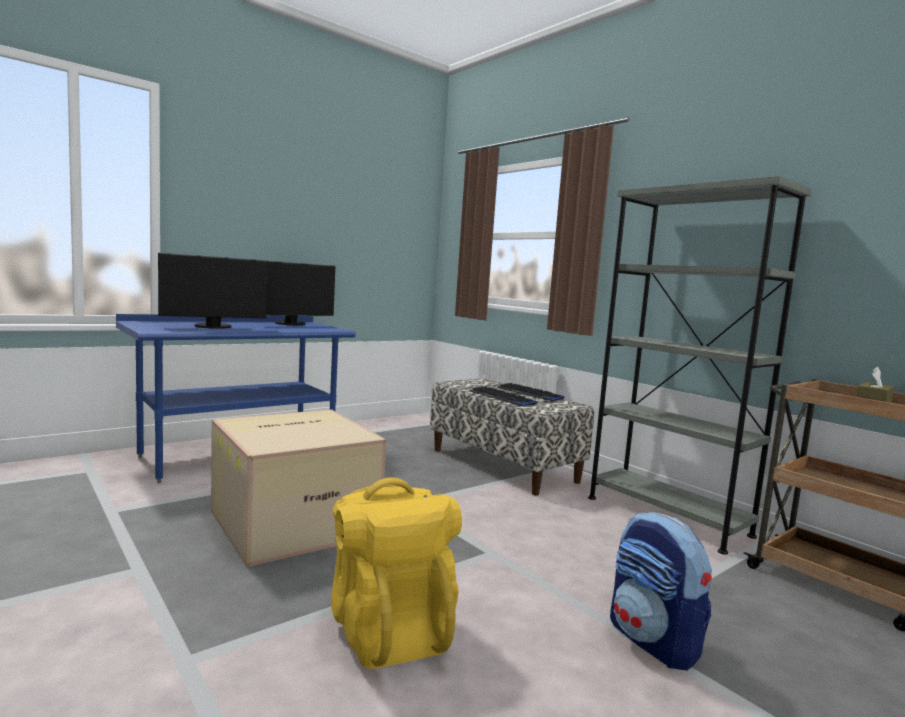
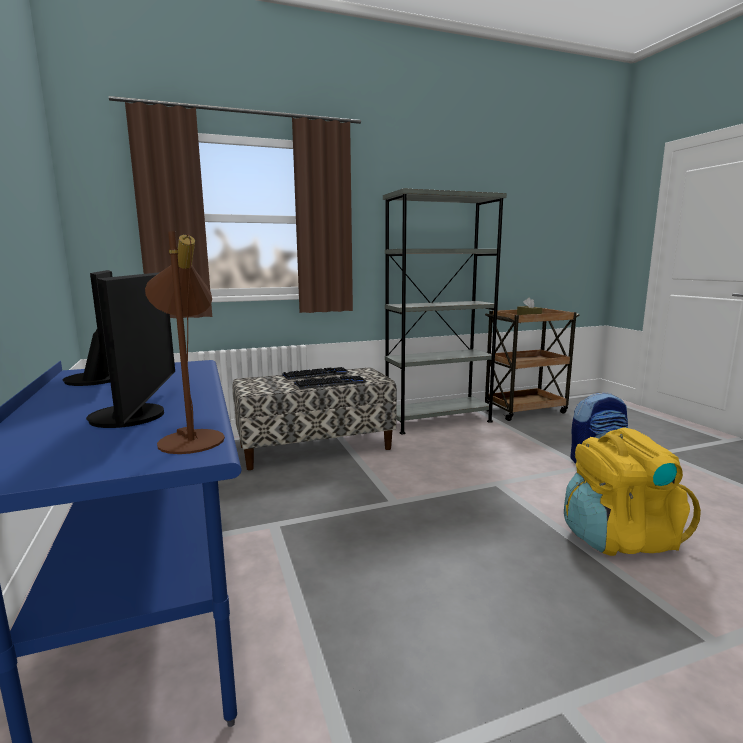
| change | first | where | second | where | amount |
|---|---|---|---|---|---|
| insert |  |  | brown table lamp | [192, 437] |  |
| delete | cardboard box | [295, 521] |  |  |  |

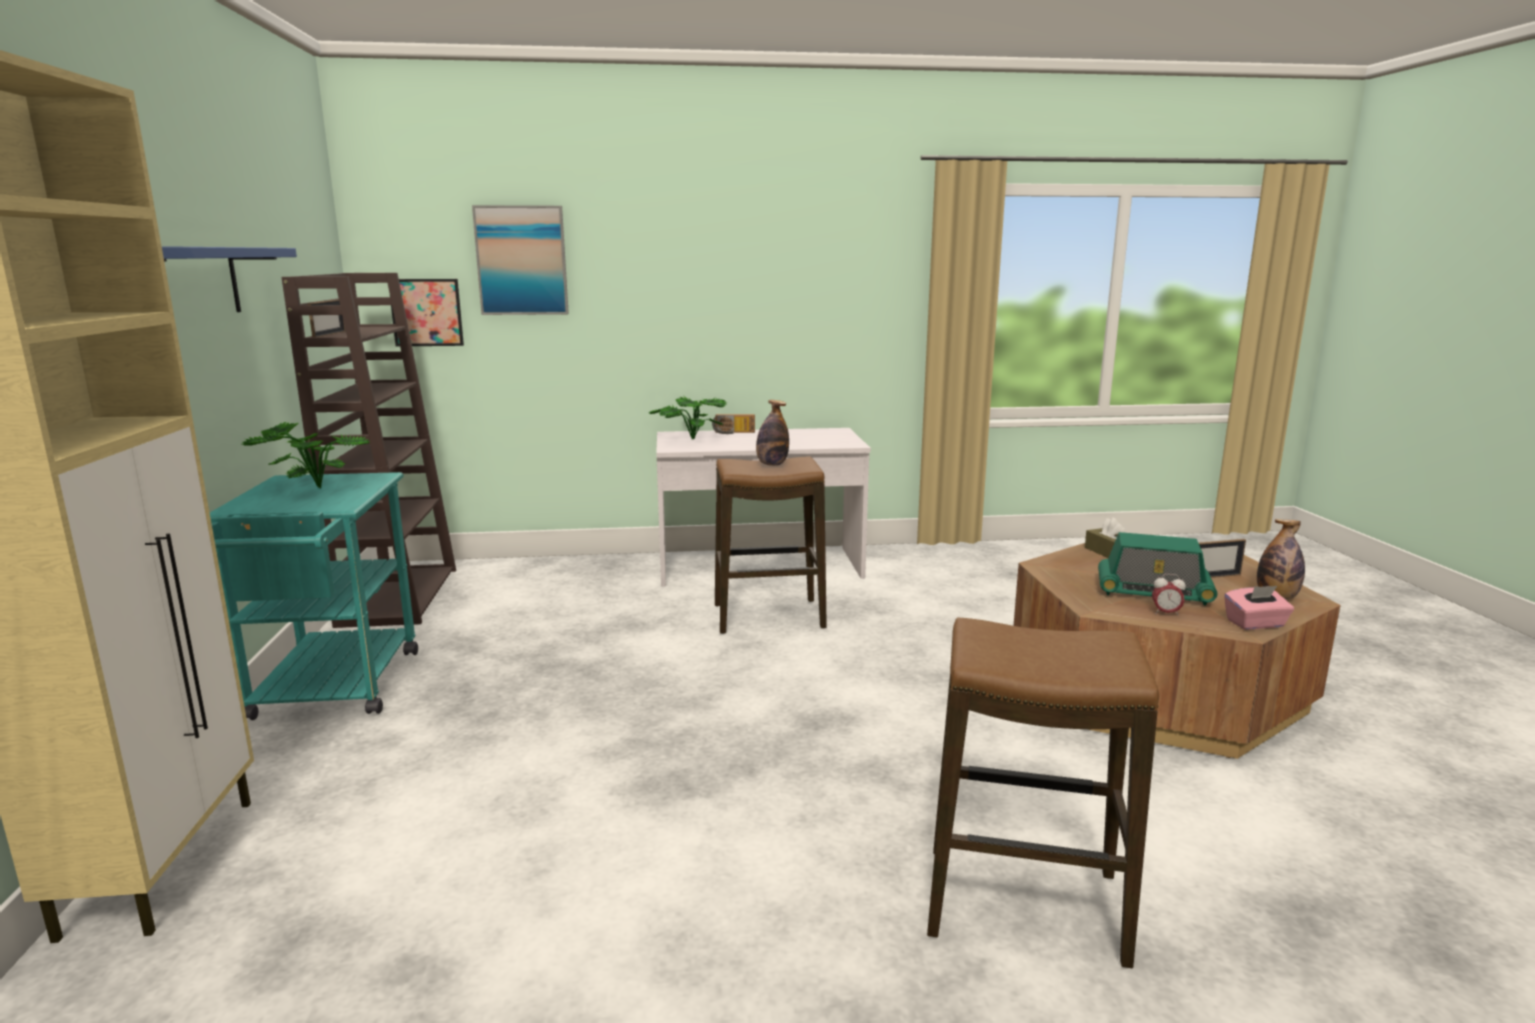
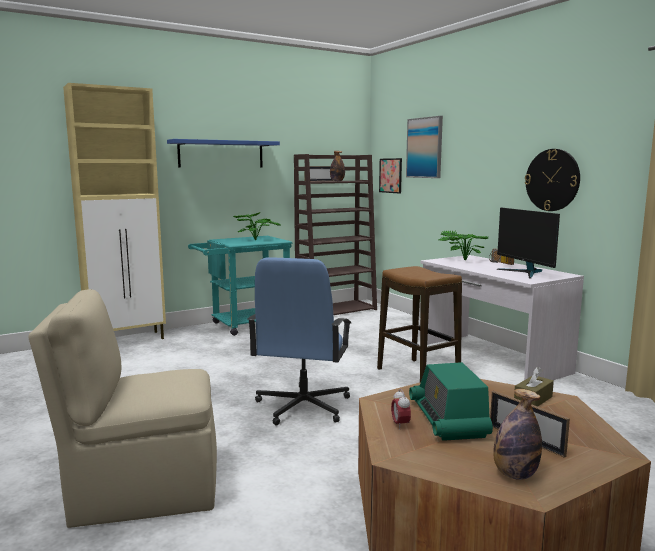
| change | first | where | second | where | amount |
|---|---|---|---|---|---|
| replace | stool | [1023, 905] | beige chair | [142, 490] |  |
| insert |  |  | blue office chair | [302, 406] |  |
| move | bottle | [772, 464] |  | [337, 181] |  |
| insert |  |  | monitor | [525, 272] |  |
| insert |  |  | wall clock | [552, 180] |  |
| delete | pink tissue box | [1255, 624] |  |  |  |

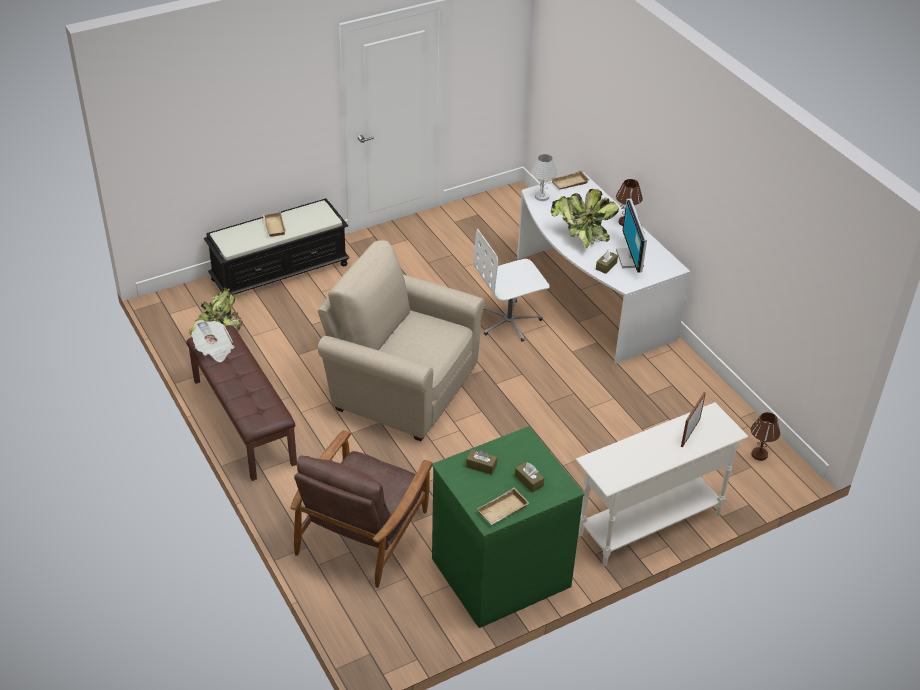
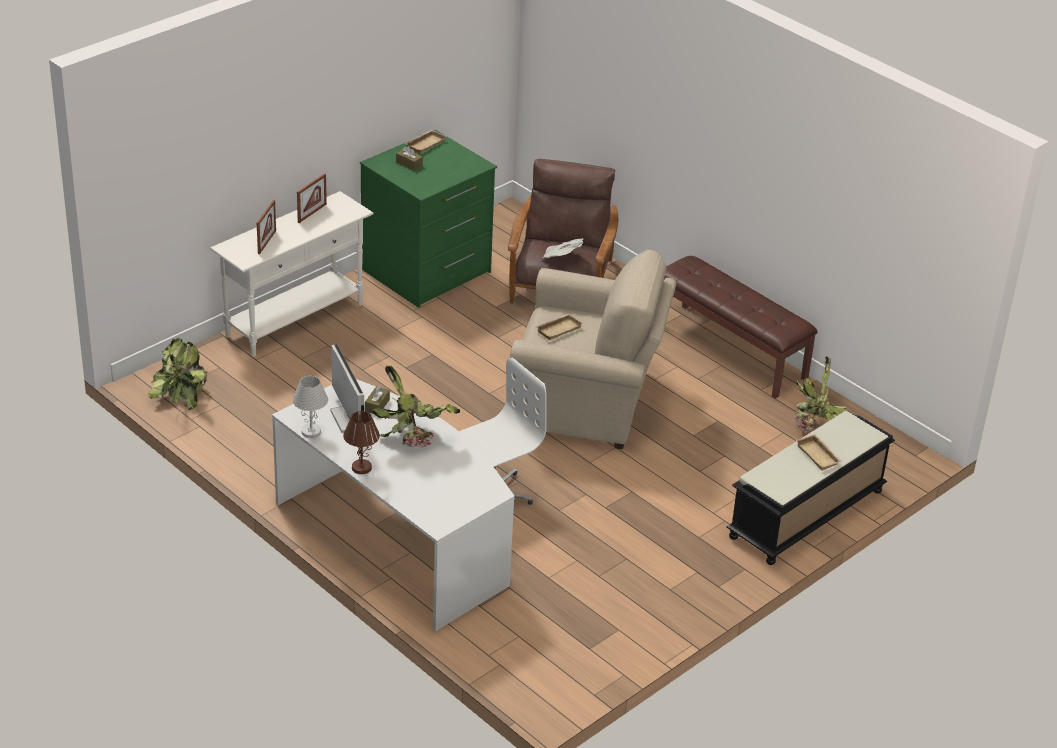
| change | first | where | second | where | amount |
|---|---|---|---|---|---|
| replace | brown table lamp | [759, 454] | potted plant | [180, 393] |  |
| move | white table lamp | [542, 196] |  | [311, 432] |  |
| insert |  |  | picture frame | [312, 213] |  |
| move | beige tray | [569, 183] |  | [558, 329] |  |
| move | newspaper | [214, 349] |  | [561, 257] |  |
| delete | brown tissue box | [481, 466] |  |  |  |

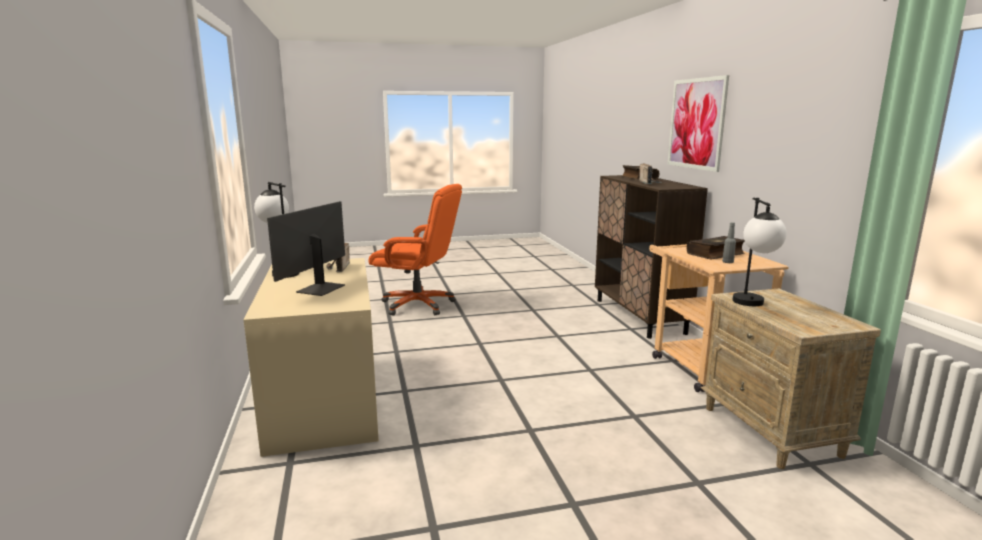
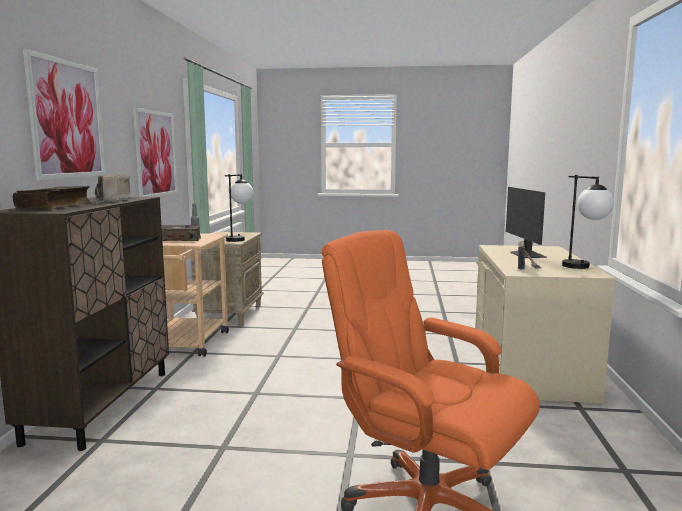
| change | first | where | second | where | amount |
|---|---|---|---|---|---|
| insert |  |  | picture | [155, 154] |  |
| rotate | monitor | [319, 288] |  | [526, 255] | 135 degrees clockwise |

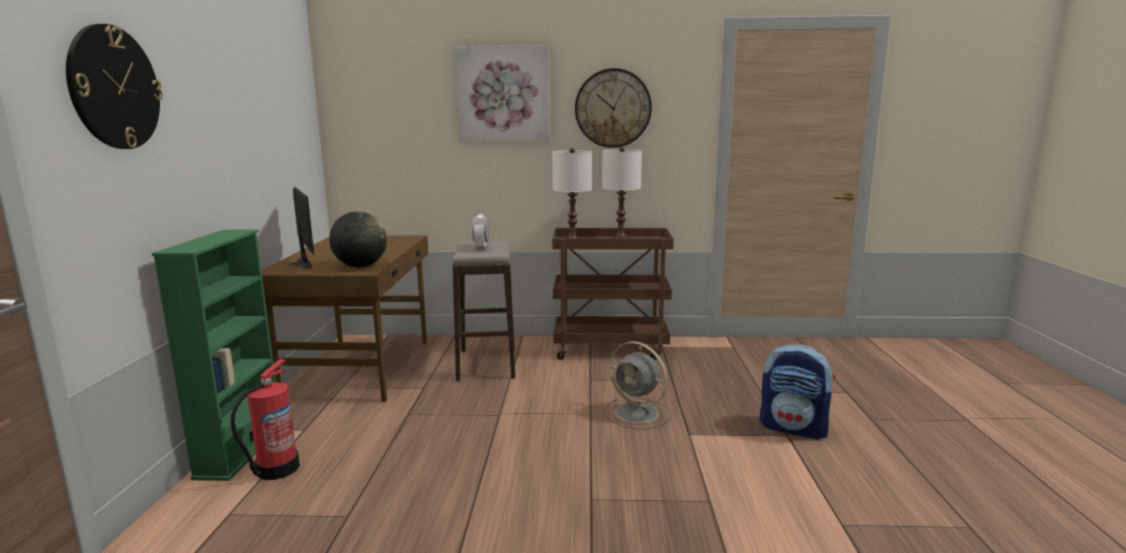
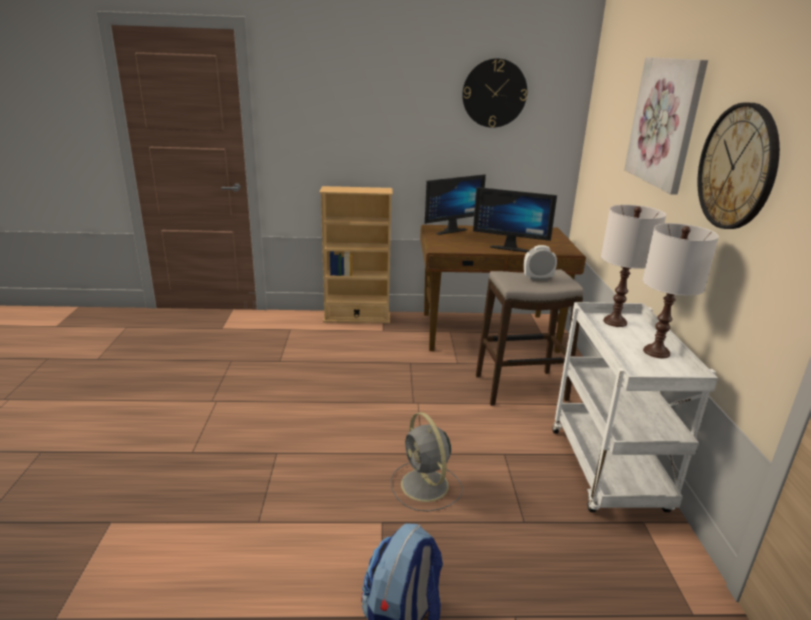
| change | first | where | second | where | amount |
|---|---|---|---|---|---|
| recolor | green bookcase | [240, 450] | beige bookcase | [357, 318] |  |
| rotate | grey fan | [638, 414] |  | [425, 486] | 60 degrees counterclockwise |
| move | wall clock | [114, 88] |  | [494, 93] |  |
| insert |  |  | monitor | [510, 247] |  |
| recolor | brown cart | [611, 348] | white cart | [609, 472] |  |
| delete | fire extinguisher | [276, 469] |  |  |  |
| delete | globe | [361, 266] |  |  |  |

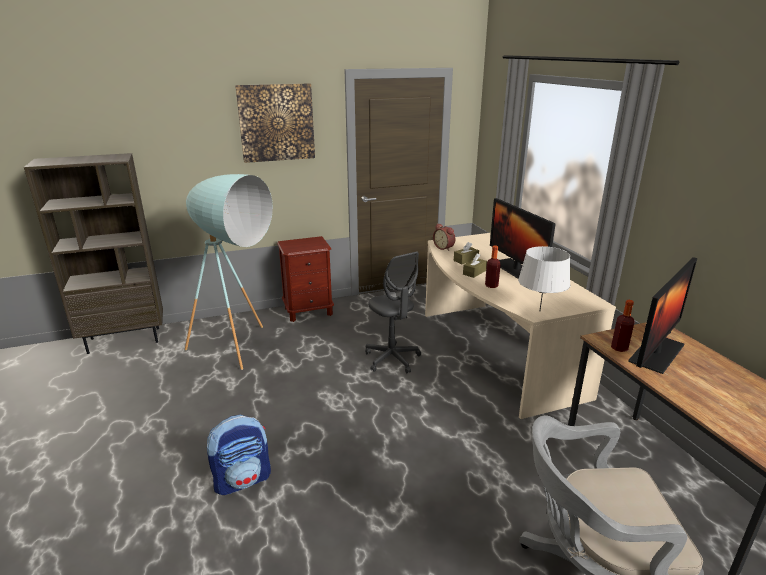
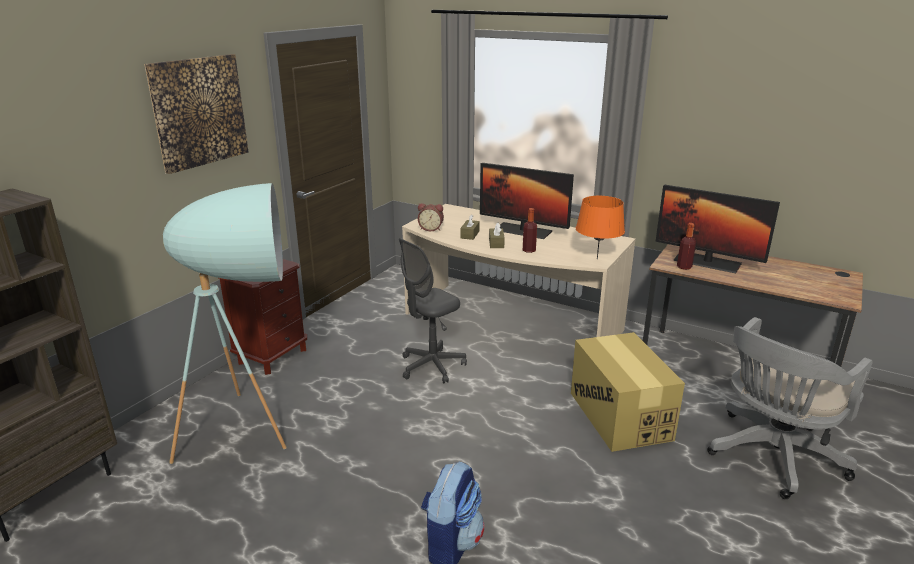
| change | first | where | second | where | amount |
|---|---|---|---|---|---|
| rotate | grey office chair | [392, 359] |  | [432, 366] | 120 degrees clockwise |
| insert |  |  | cardboard box | [619, 415] |  |
| recolor | grey table lamp | [539, 311] | orange table lamp | [597, 259] |  |
| rotate | monitor | [656, 353] |  | [707, 262] | 120 degrees clockwise |

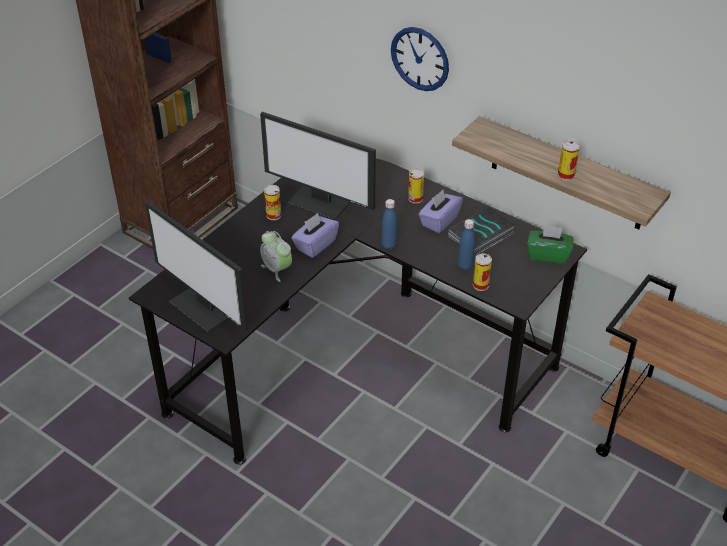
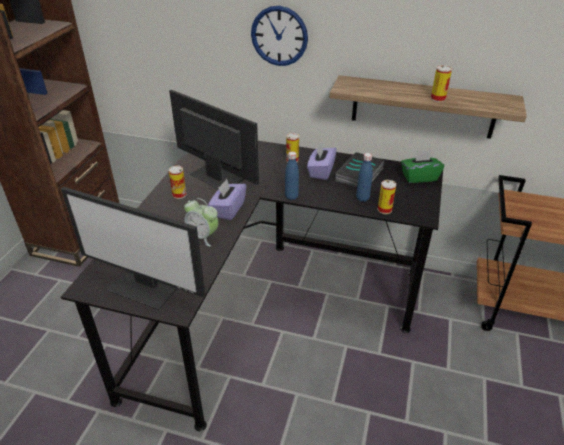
| change | first | where | second | where | amount |
|---|---|---|---|---|---|
| rotate | monitor | [320, 202] |  | [215, 177] | 150 degrees counterclockwise |

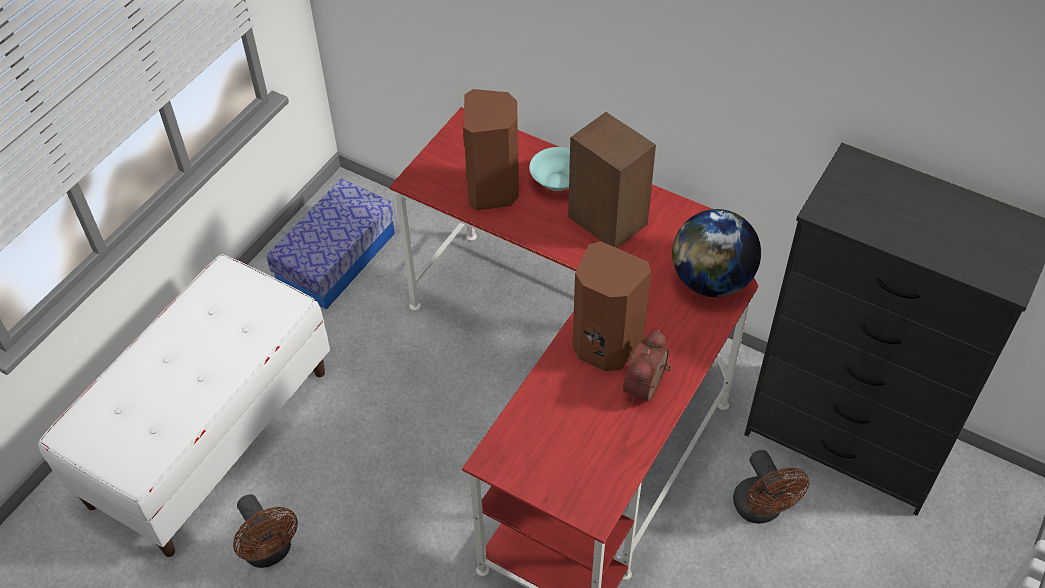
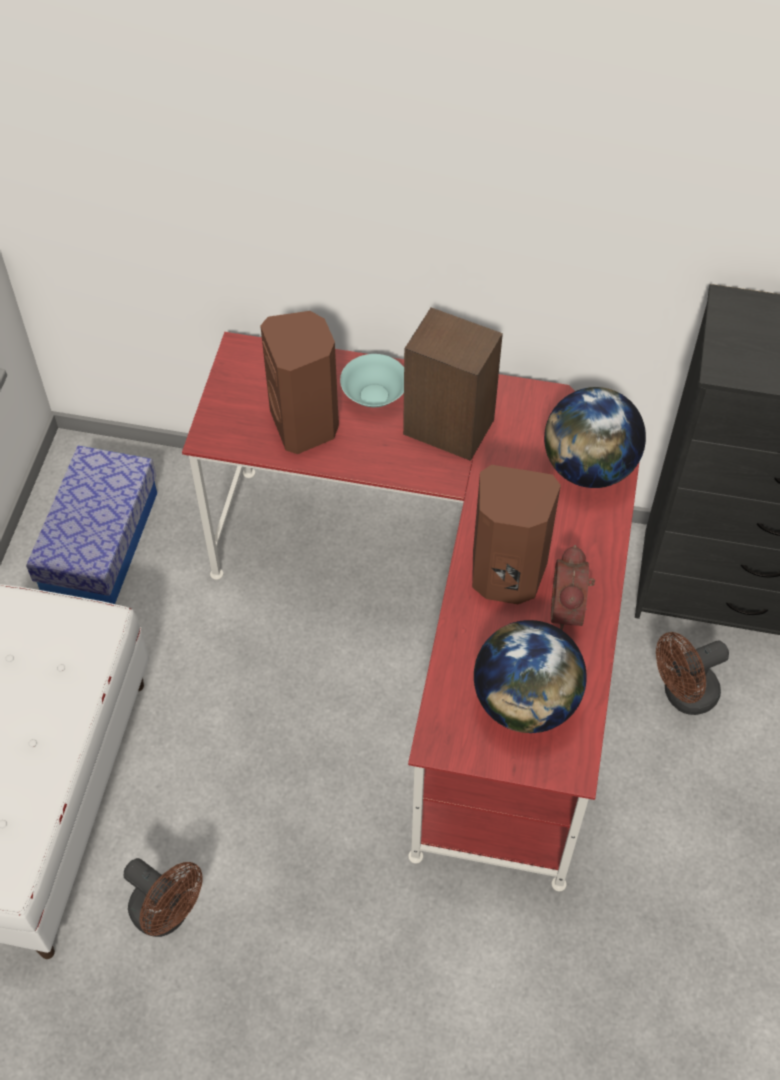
| change | first | where | second | where | amount |
|---|---|---|---|---|---|
| insert |  |  | globe | [525, 702] |  |
| rotate | brown fan | [761, 510] |  | [683, 695] | 105 degrees clockwise |

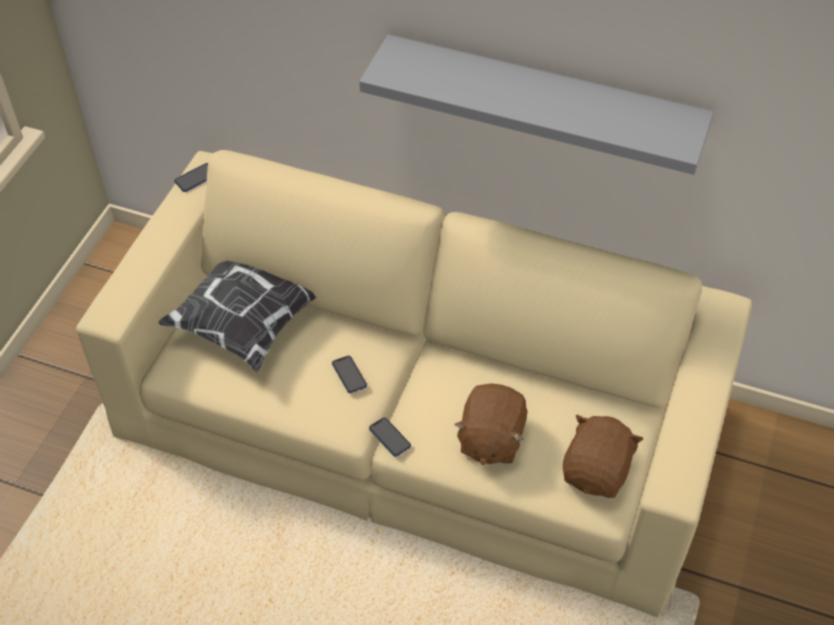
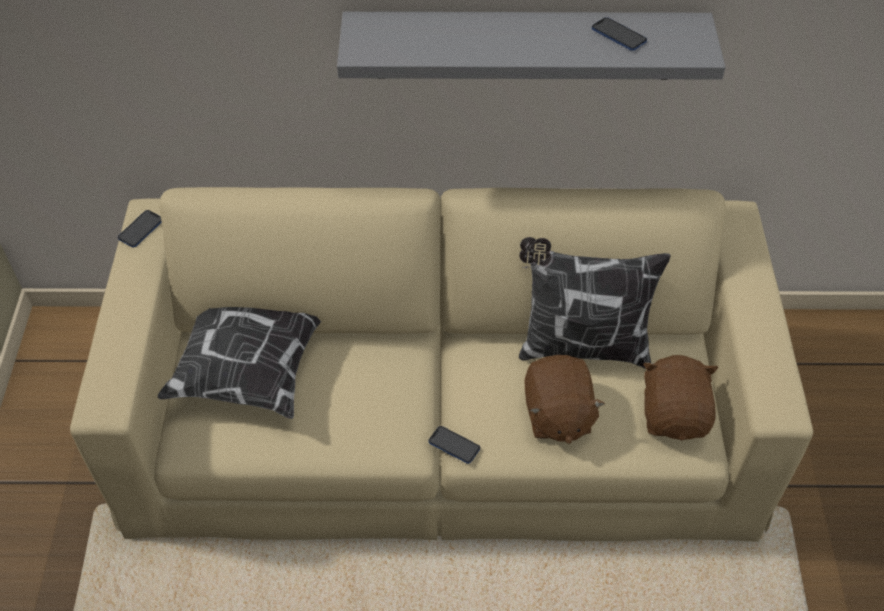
| change | first | where | second | where | amount |
|---|---|---|---|---|---|
| insert |  |  | pillow | [581, 346] |  |
| move | phone | [349, 375] |  | [618, 35] |  |

